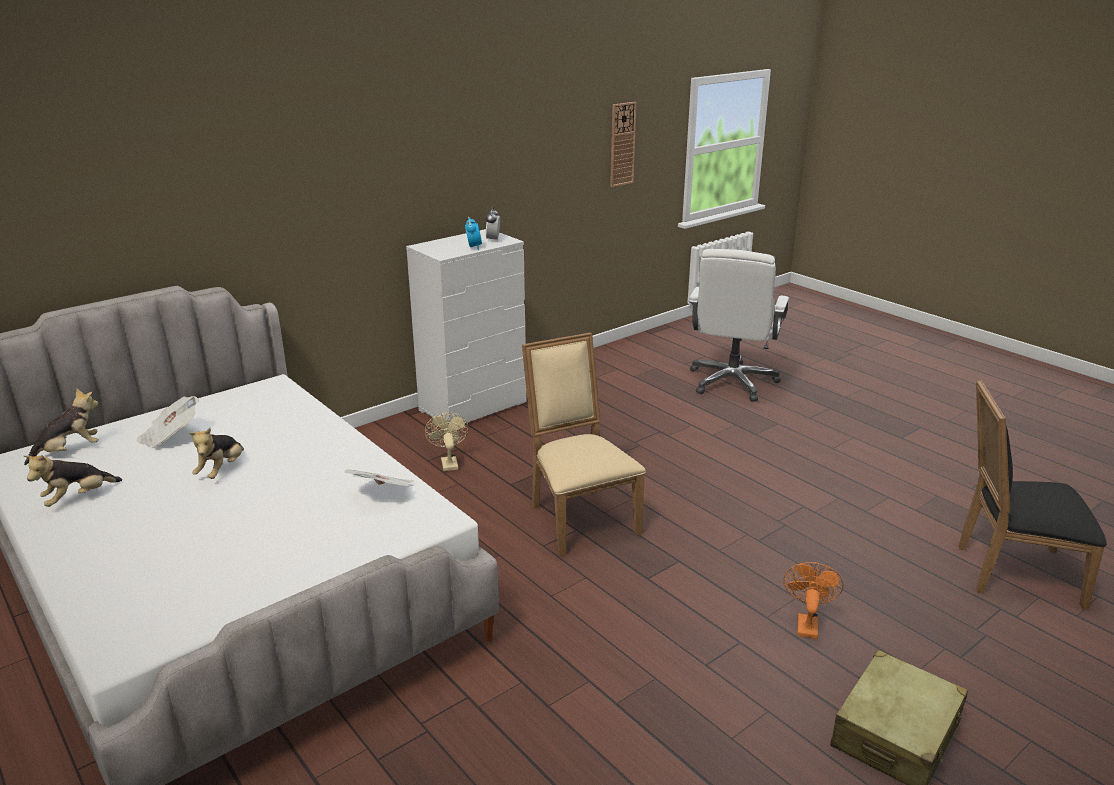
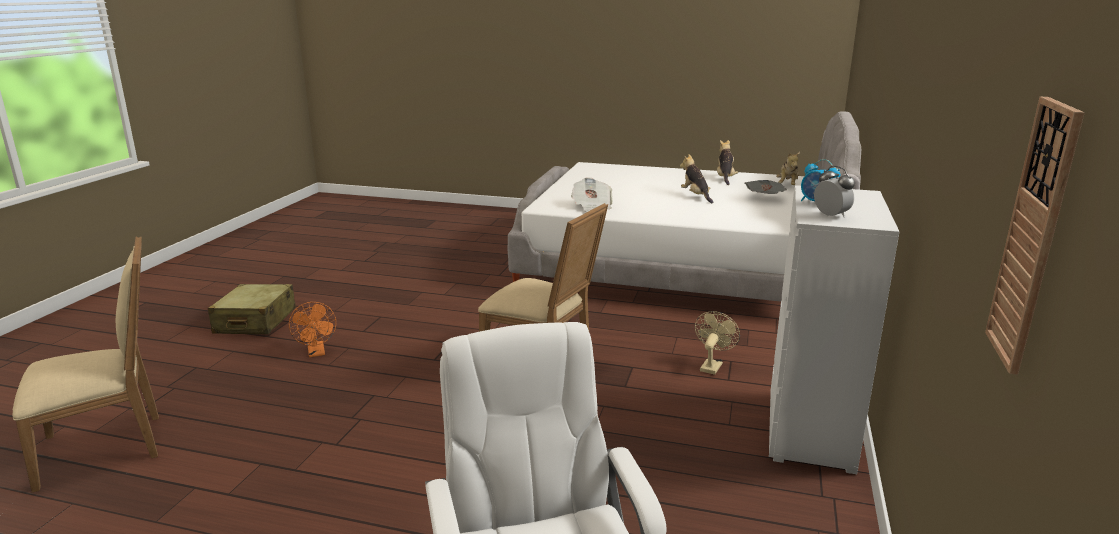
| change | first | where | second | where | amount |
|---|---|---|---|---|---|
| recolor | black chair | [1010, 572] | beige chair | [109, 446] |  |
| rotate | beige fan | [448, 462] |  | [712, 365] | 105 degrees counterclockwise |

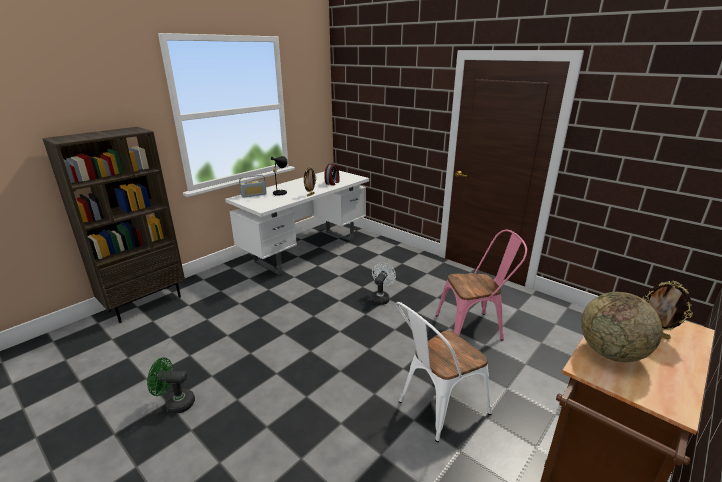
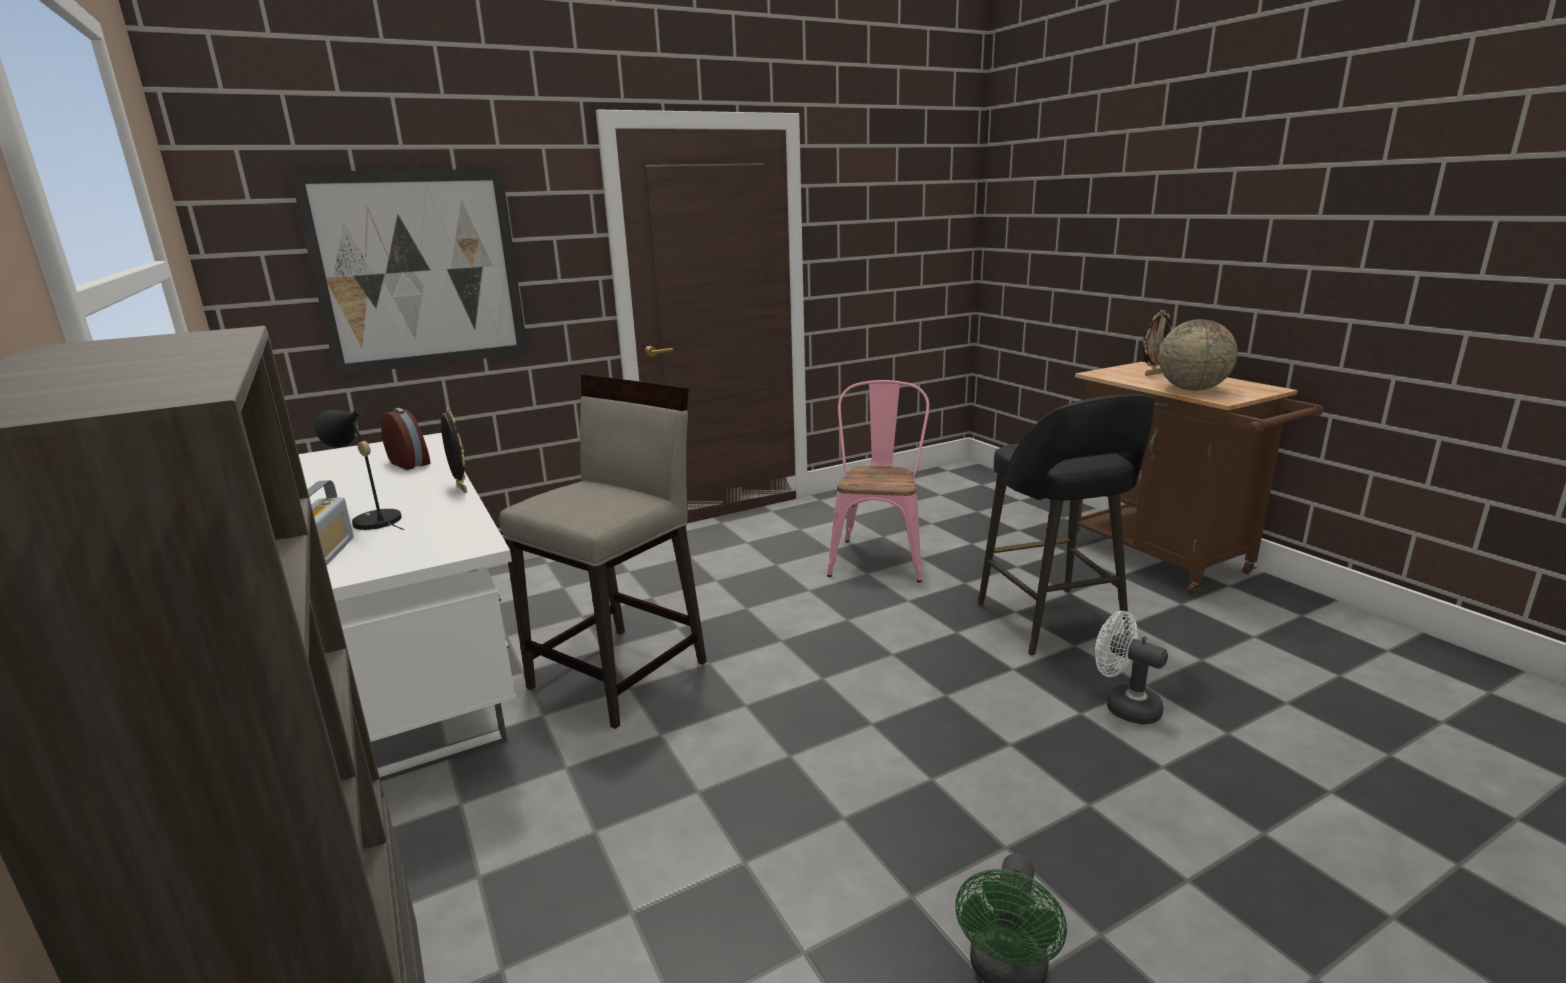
| change | first | where | second | where | amount |
|---|---|---|---|---|---|
| insert |  |  | picture | [419, 270] |  |
| insert |  |  | beige stool | [621, 674] |  |
| replace | white chair | [436, 408] | black stool | [1052, 623] |  |
| move | white fan | [381, 298] |  | [1124, 706] |  |

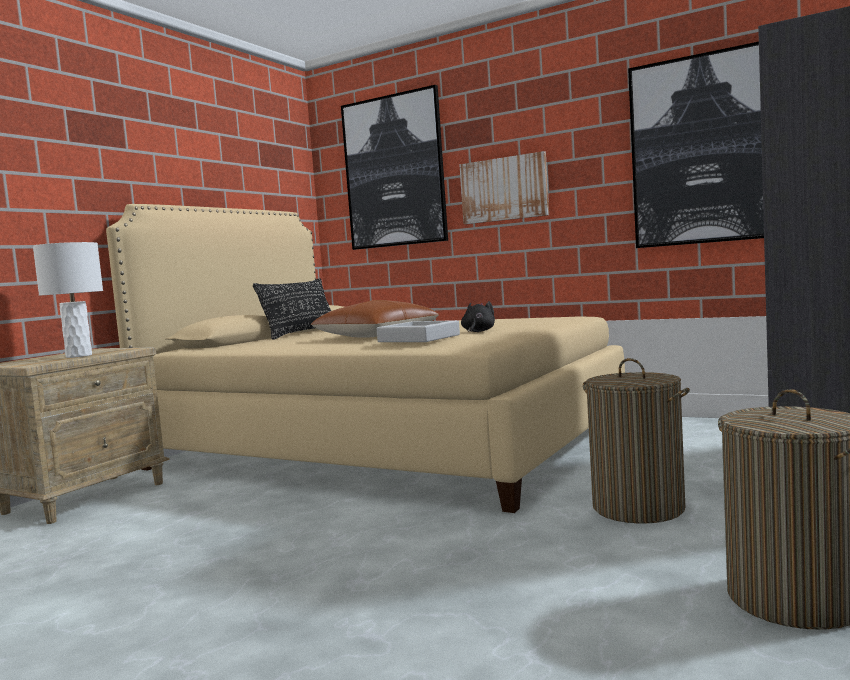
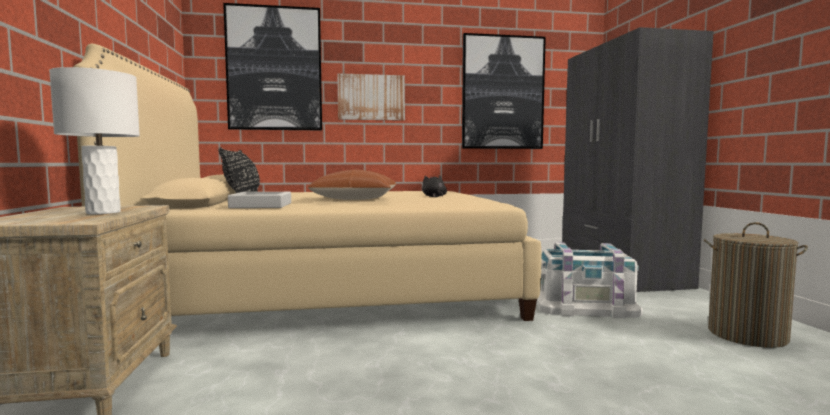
| change | first | where | second | where | amount |
|---|---|---|---|---|---|
| move | grey tray | [419, 338] |  | [261, 205] |  |
| replace | laundry basket | [638, 508] | white storage box | [585, 306] |  |

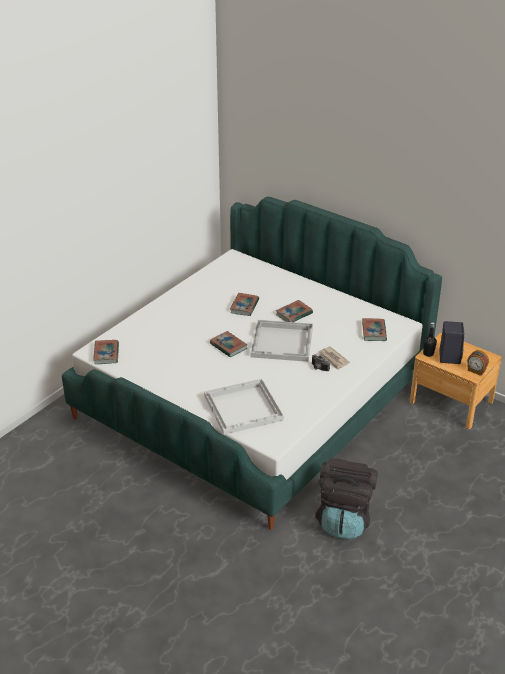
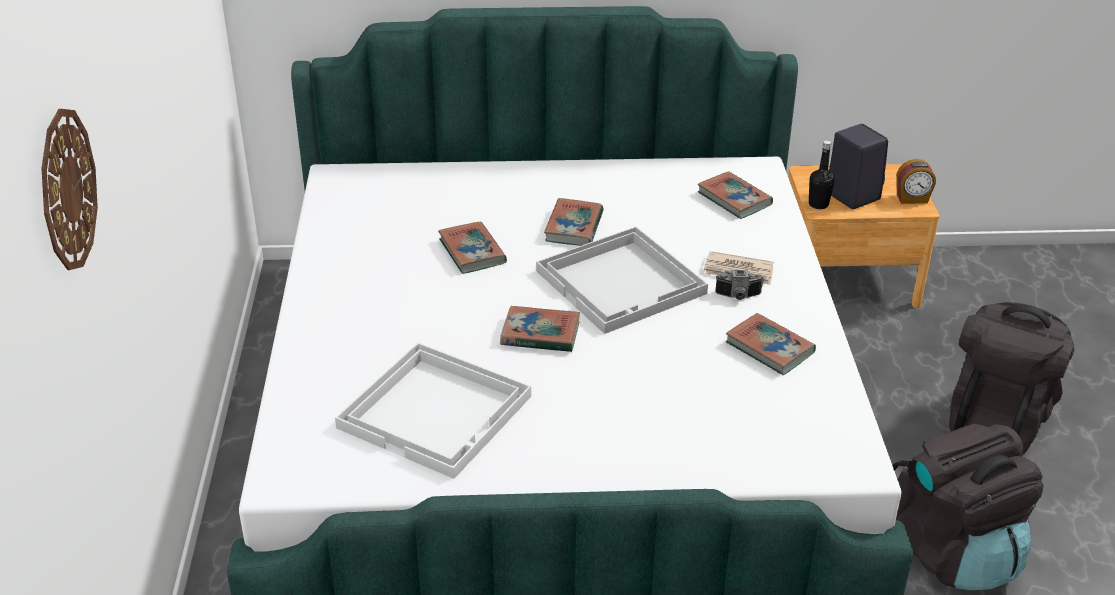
| change | first | where | second | where | amount |
|---|---|---|---|---|---|
| insert |  |  | wall clock | [67, 189] |  |
| move | white tray | [244, 408] |  | [437, 411] |  |
| move | book | [106, 354] |  | [769, 348] |  |
| insert |  |  | black backpack | [997, 419] |  |

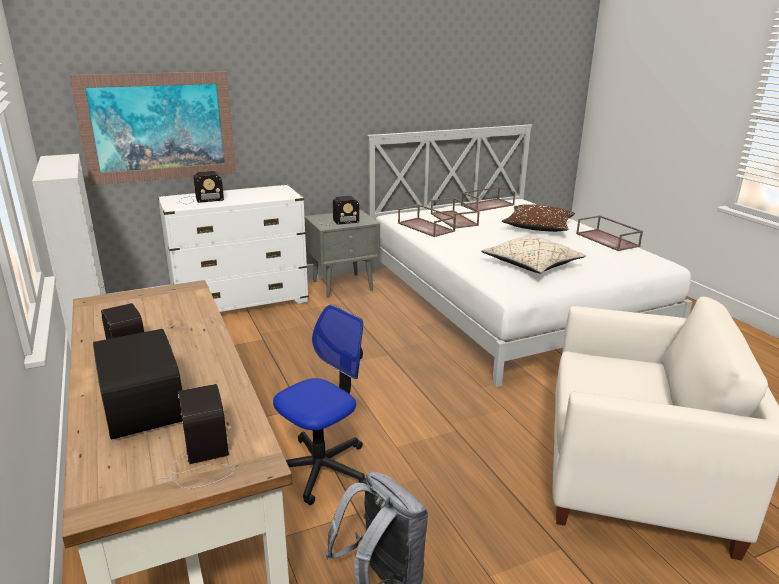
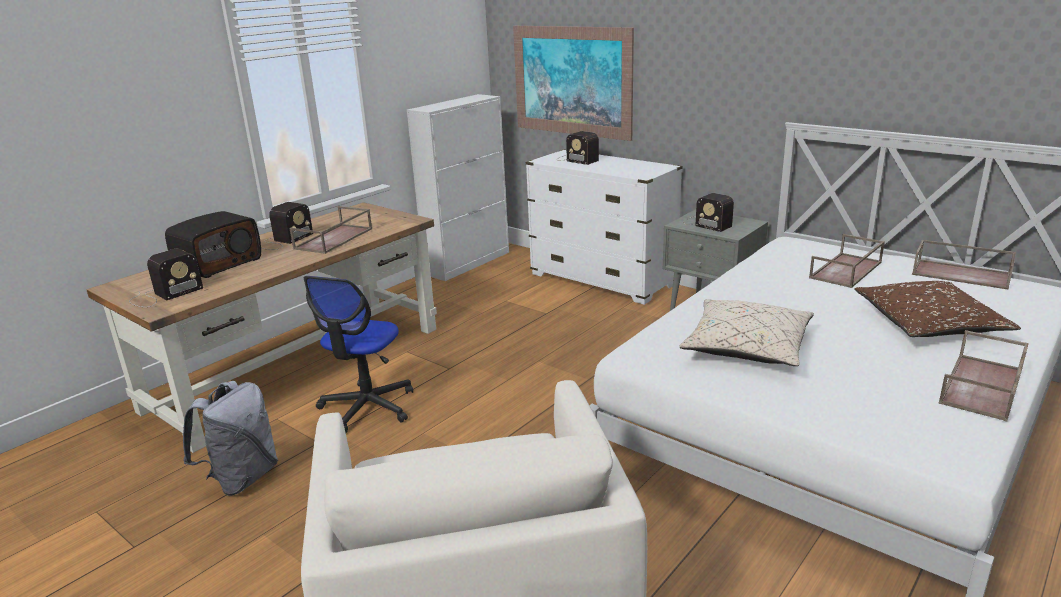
| change | first | where | second | where | amount |
|---|---|---|---|---|---|
| move | brown tray | [426, 227] |  | [334, 239] |  |
| rotate | office chair | [322, 469] |  | [367, 407] | 90 degrees clockwise |

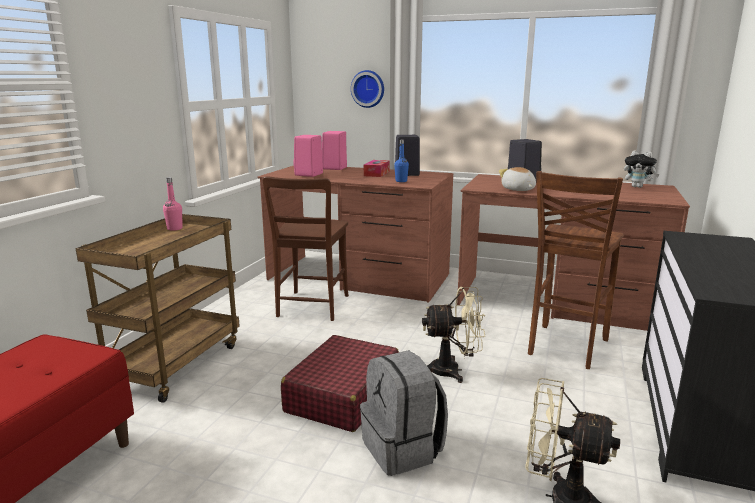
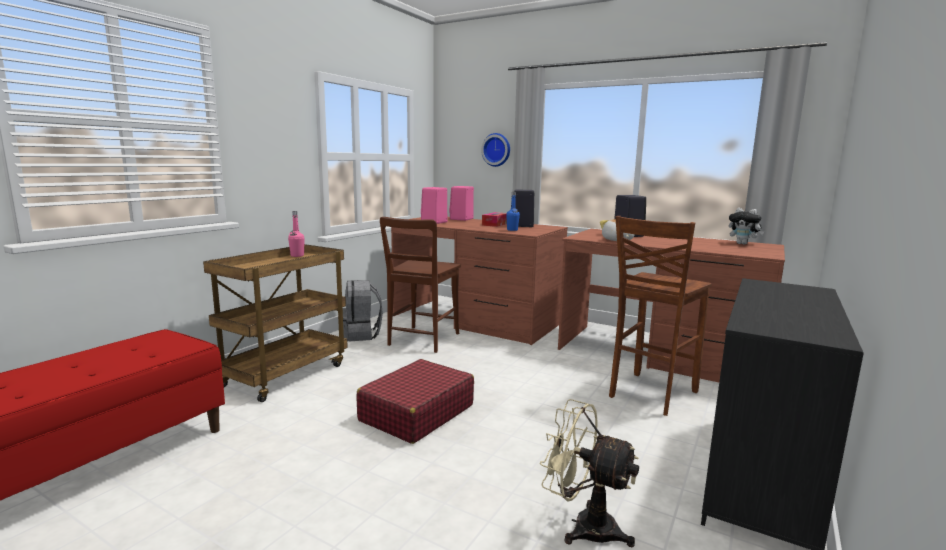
| change | first | where | second | where | amount |
|---|---|---|---|---|---|
| move | grey backpack | [403, 449] |  | [361, 335] |  |
| delete | beige fan | [453, 370] |  |  |  |

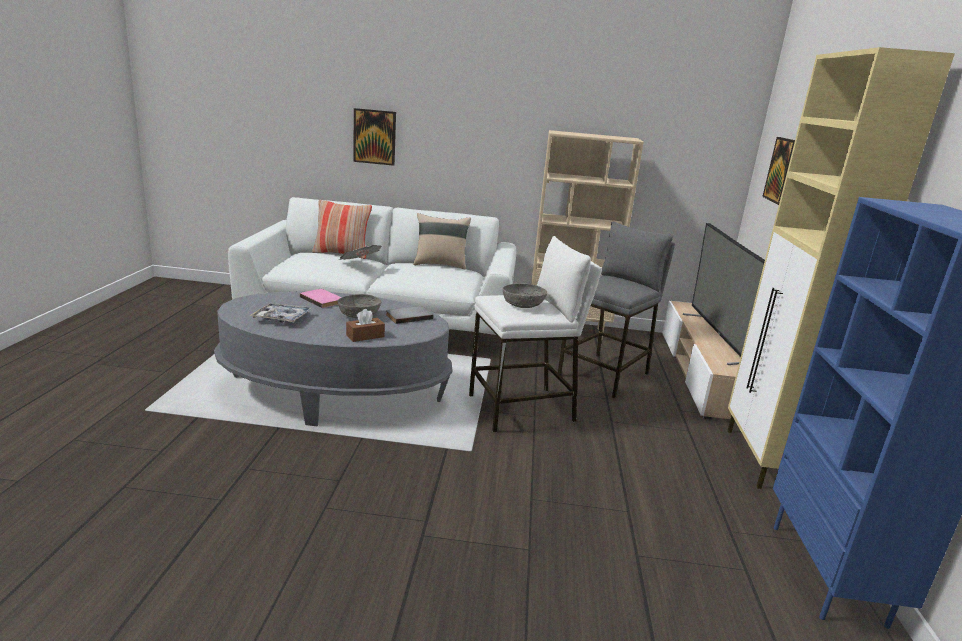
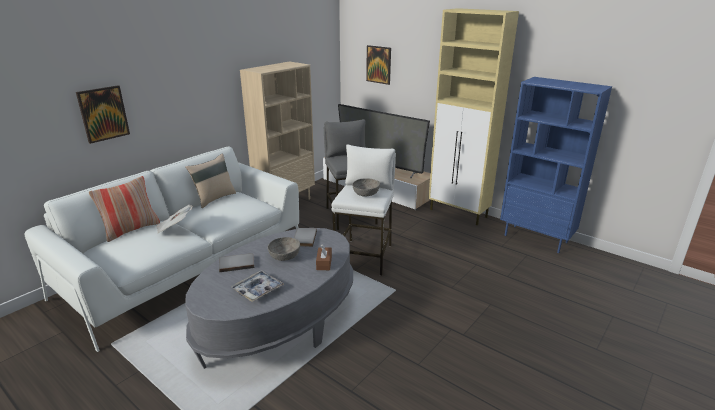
| change | first | where | second | where | amount |
|---|---|---|---|---|---|
| recolor | pink book | [323, 300] | grey book | [236, 263] |  |

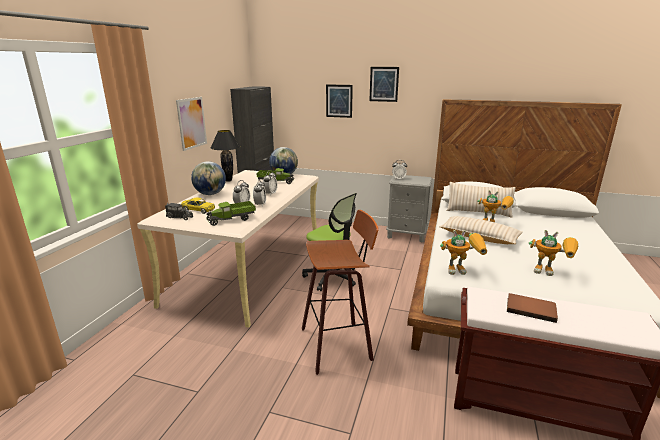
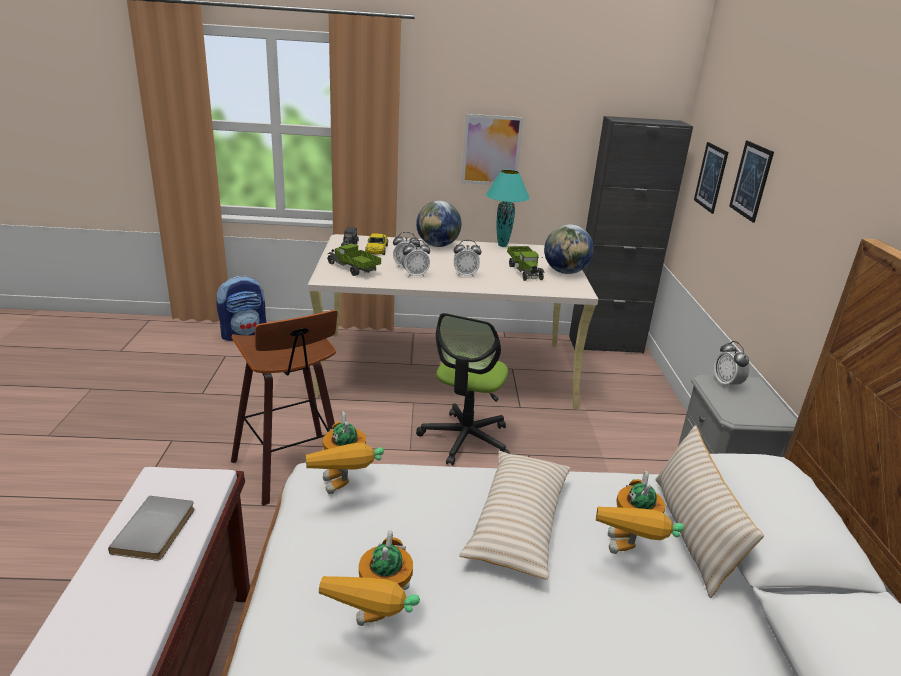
| change | first | where | second | where | amount |
|---|---|---|---|---|---|
| recolor | brown book | [530, 308] | grey book | [157, 530] |  |
| insert |  |  | backpack | [244, 334] |  |
| recolor | black table lamp | [229, 180] | turquoise table lamp | [503, 245] |  |
| move | picture | [384, 84] |  | [711, 177] |  |

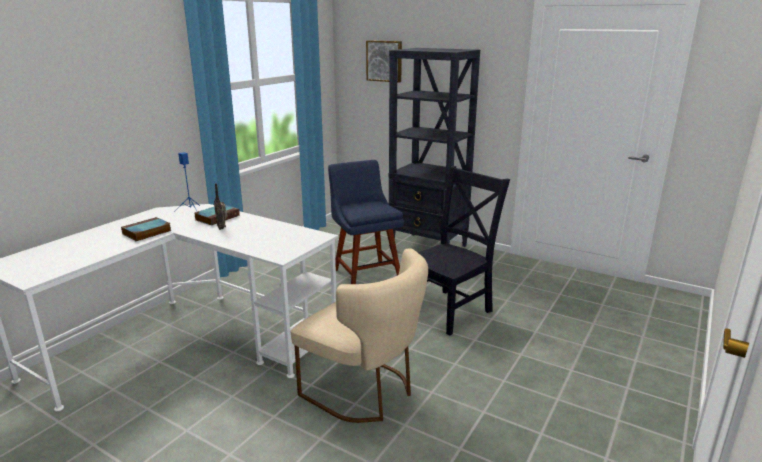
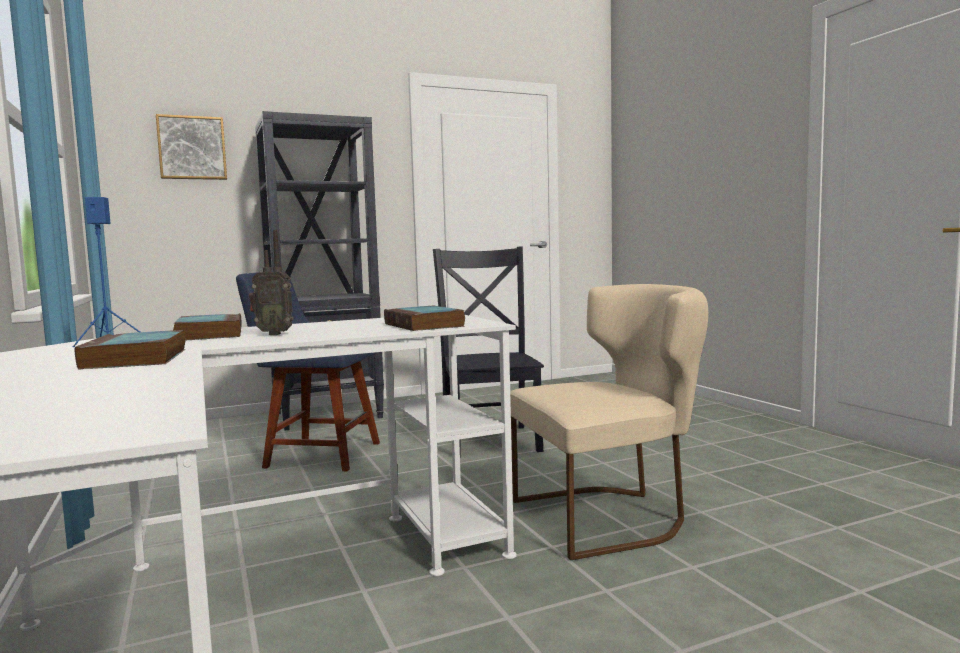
| change | first | where | second | where | amount |
|---|---|---|---|---|---|
| insert |  |  | book | [425, 325] |  |

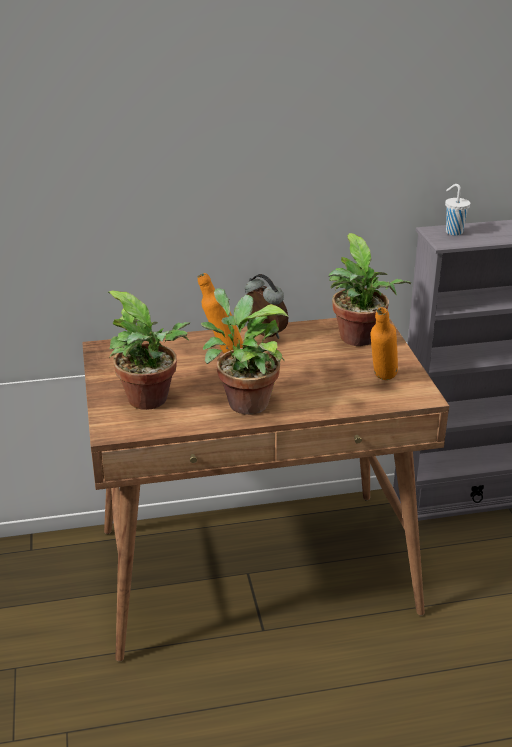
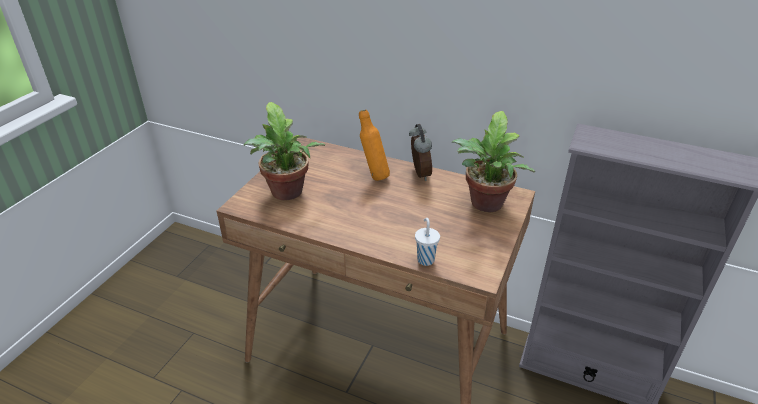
| change | first | where | second | where | amount |
|---|---|---|---|---|---|
| move | white cup | [453, 232] |  | [425, 259] |  |
| delete | potted plant | [243, 402] |  |  |  |
| delete | orange bottle | [381, 381] |  |  |  |

